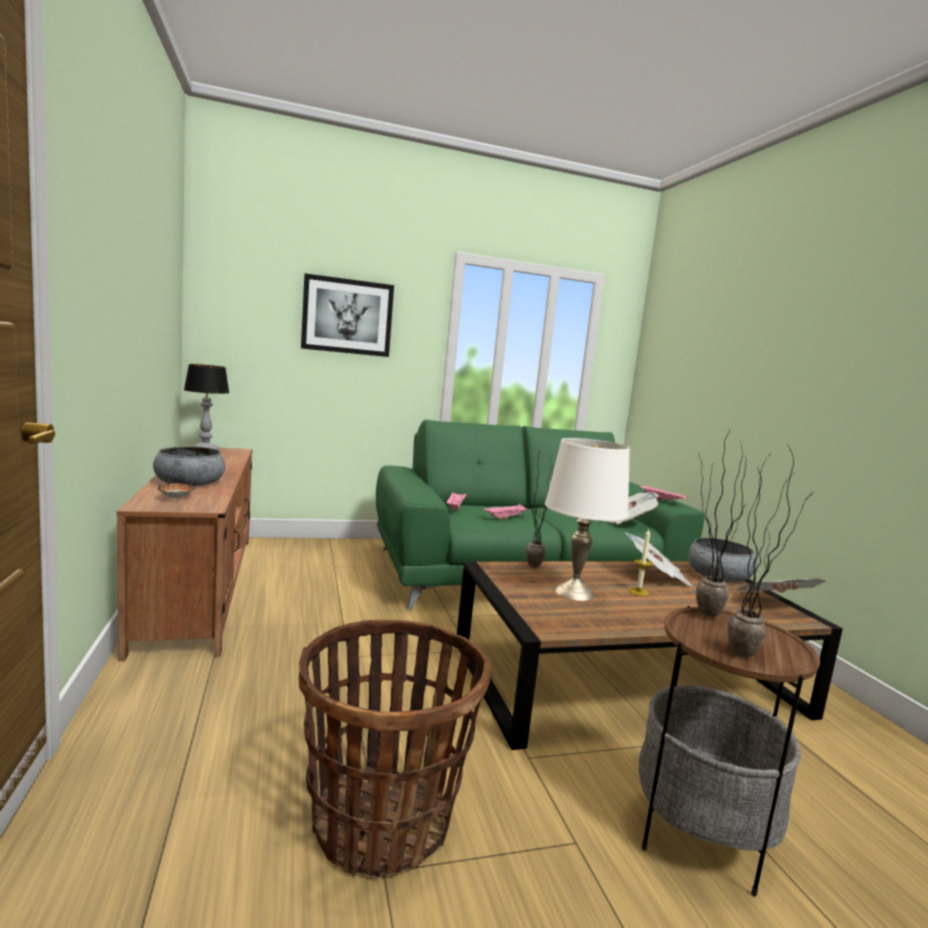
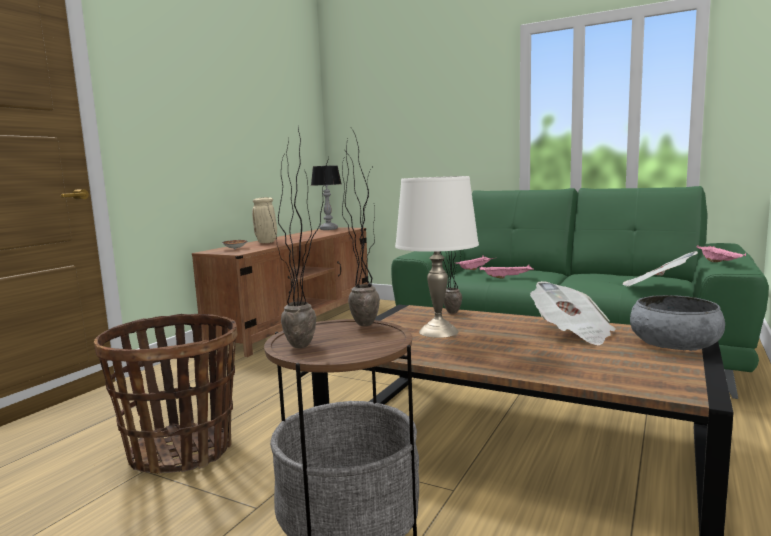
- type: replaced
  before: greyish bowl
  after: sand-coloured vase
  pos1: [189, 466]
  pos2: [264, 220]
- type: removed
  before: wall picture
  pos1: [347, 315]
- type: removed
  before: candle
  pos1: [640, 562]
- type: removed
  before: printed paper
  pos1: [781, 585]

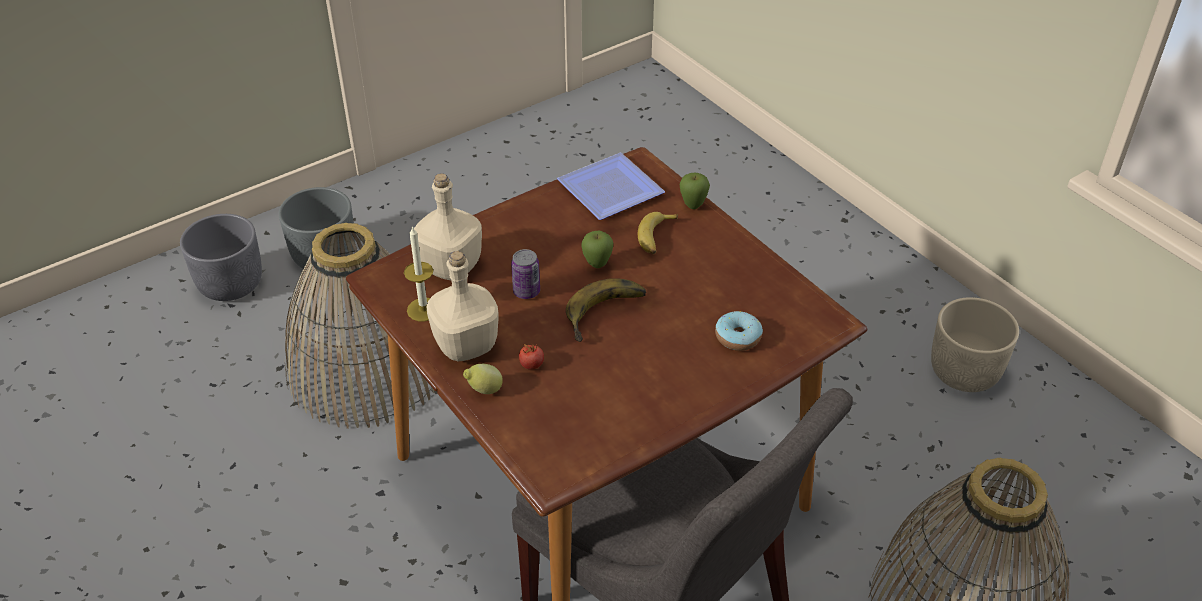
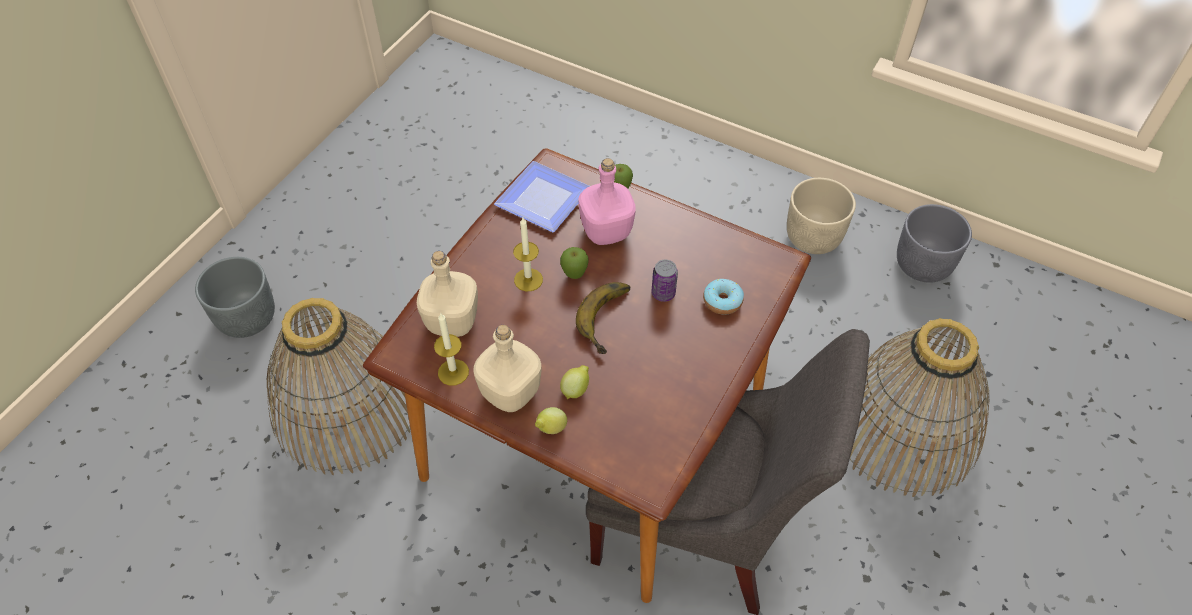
- type: added
  after: candle
  pos2: [528, 254]
- type: replaced
  before: whole tomato
  after: lemon
  pos1: [531, 357]
  pos2: [574, 382]
- type: replaced
  before: banana fruit
  after: pink-coloured bottle
  pos1: [658, 233]
  pos2: [607, 201]
- type: moved
  before: metal can
  pos1: [525, 274]
  pos2: [664, 281]
- type: moved
  before: greyish plant pot
  pos1: [221, 257]
  pos2: [934, 243]

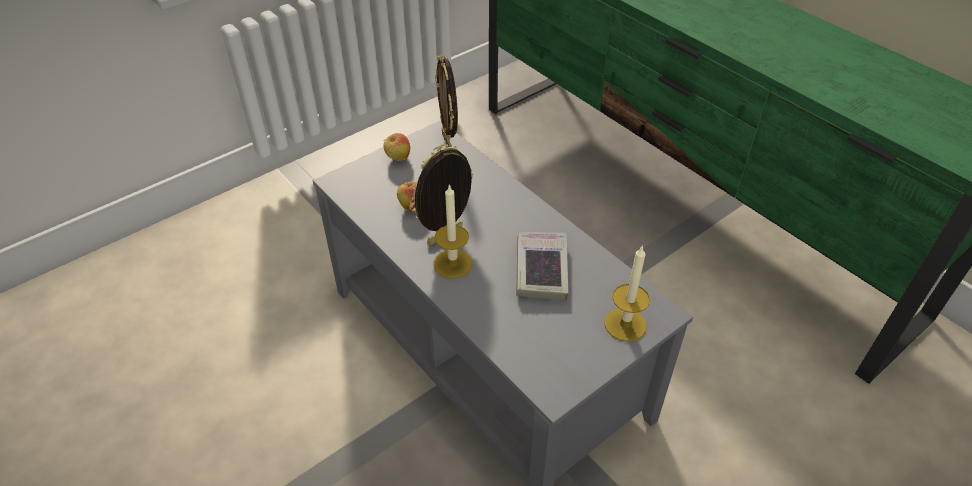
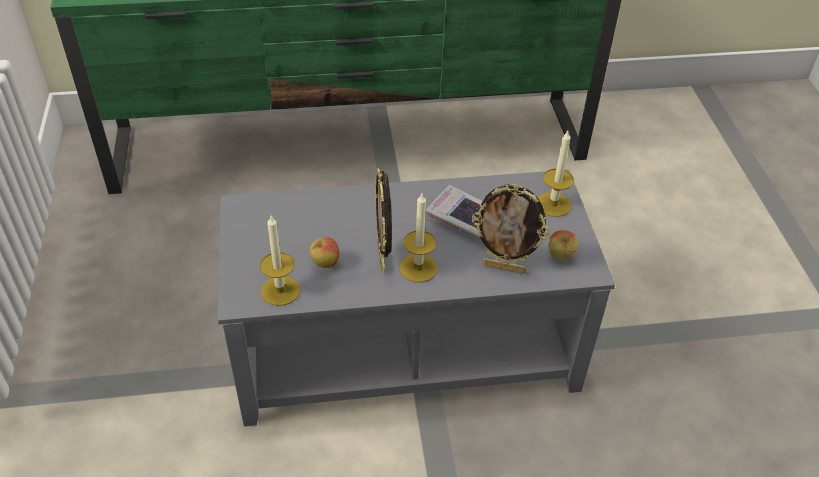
- type: added
  after: candle
  pos2: [280, 261]
- type: moved
  before: picture frame
  pos1: [446, 101]
  pos2: [511, 229]
- type: moved
  before: apple
  pos1: [396, 147]
  pos2: [563, 245]

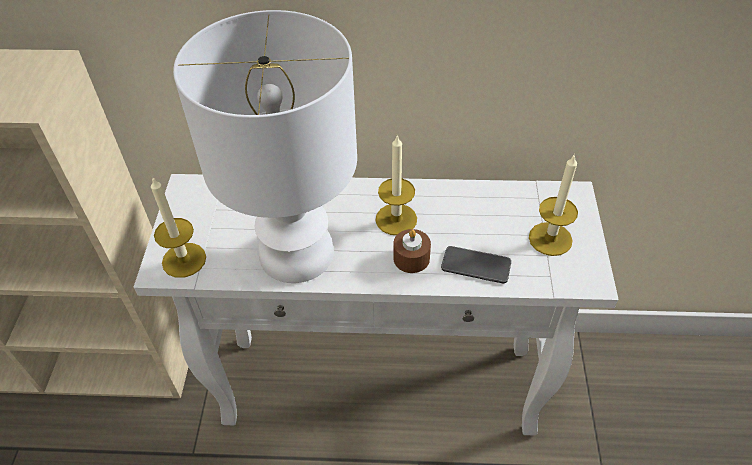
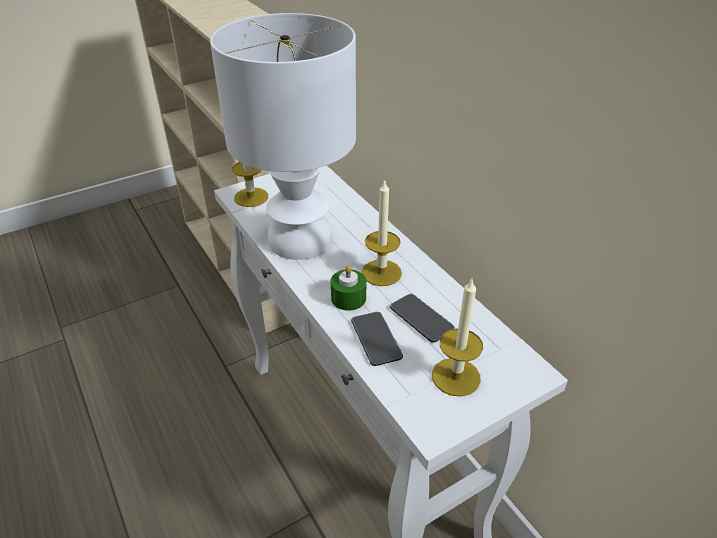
- type: recoloured
  before: brown-coloured candle
  after: greenish candle
  pos1: [412, 251]
  pos2: [348, 288]
- type: added
  after: handset
  pos2: [422, 318]

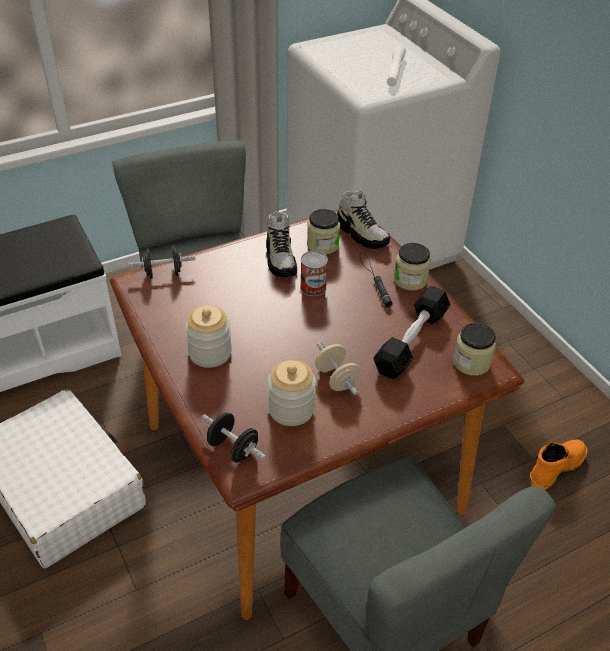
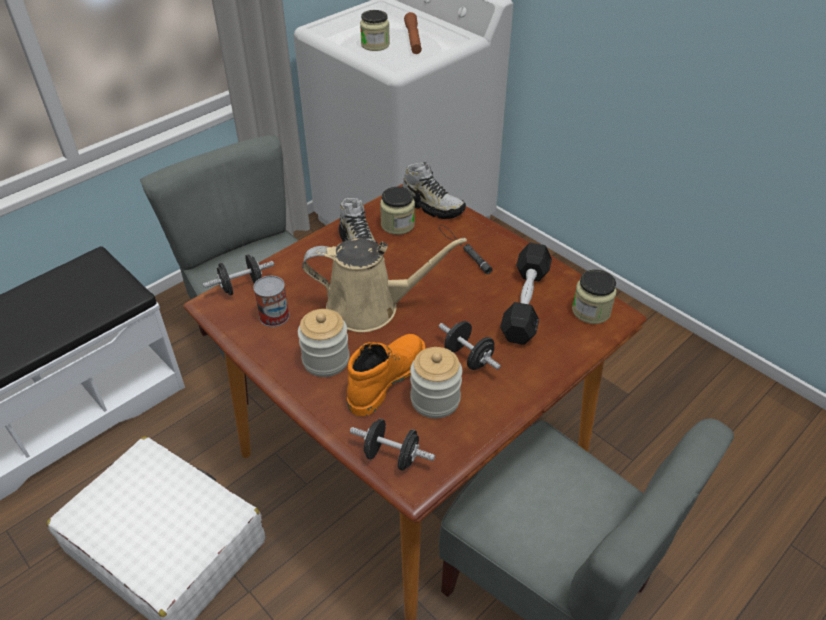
- type: moved
  before: metal can
  pos1: [314, 273]
  pos2: [271, 301]
- type: added
  after: sand-coloured sprinkling can
  pos2: [384, 285]
- type: moved
  before: orangey tall boot
  pos1: [558, 464]
  pos2: [386, 375]
- type: moved
  before: storage jar
  pos1: [412, 267]
  pos2: [375, 30]
- type: recoloured
  before: white-coloured torch
  after: brown-coloured torch
  pos1: [396, 66]
  pos2: [413, 33]
- type: recoloured
  before: sand-coloured dumbbell
  after: black dumbbell
  pos1: [338, 368]
  pos2: [470, 345]

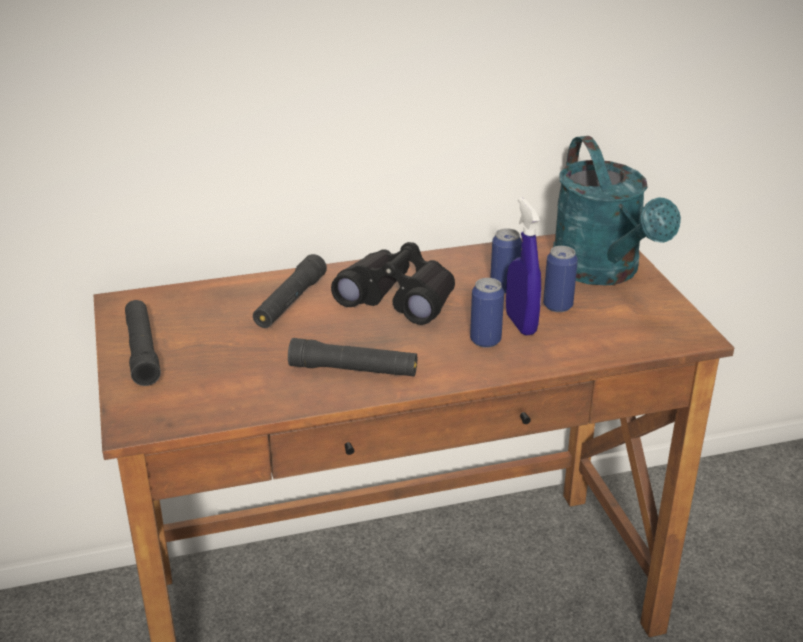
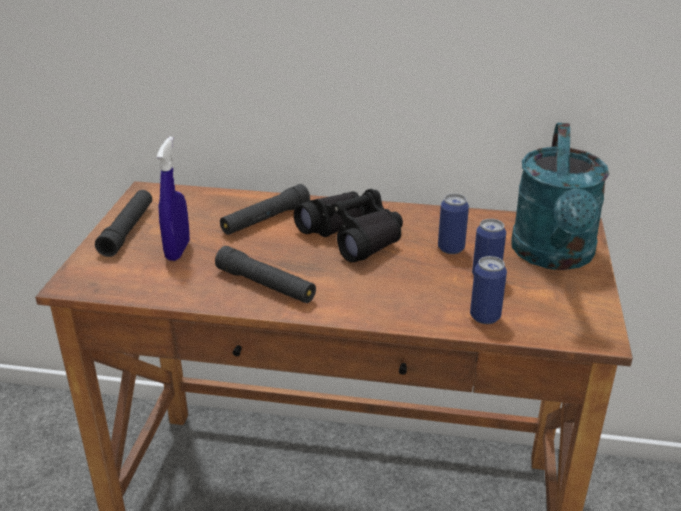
- type: moved
  before: bluish sprayer
  pos1: [523, 266]
  pos2: [173, 198]
- type: moved
  before: metal can
  pos1: [487, 313]
  pos2: [488, 290]

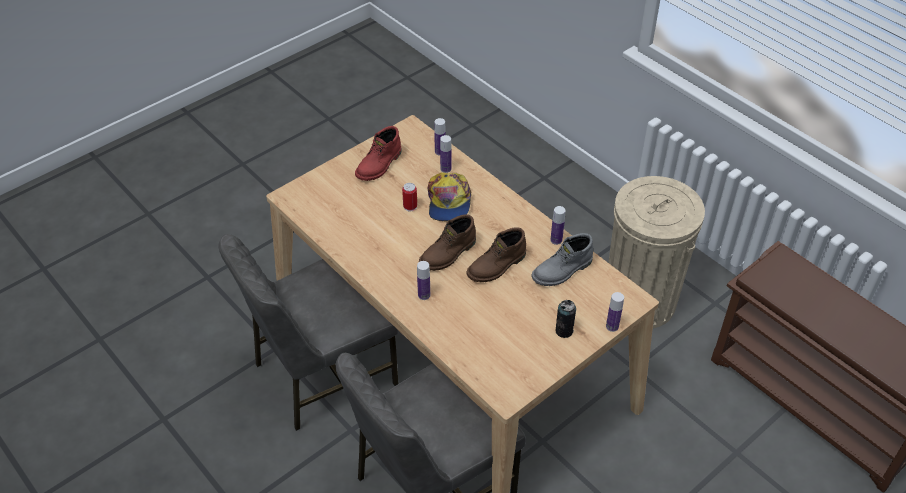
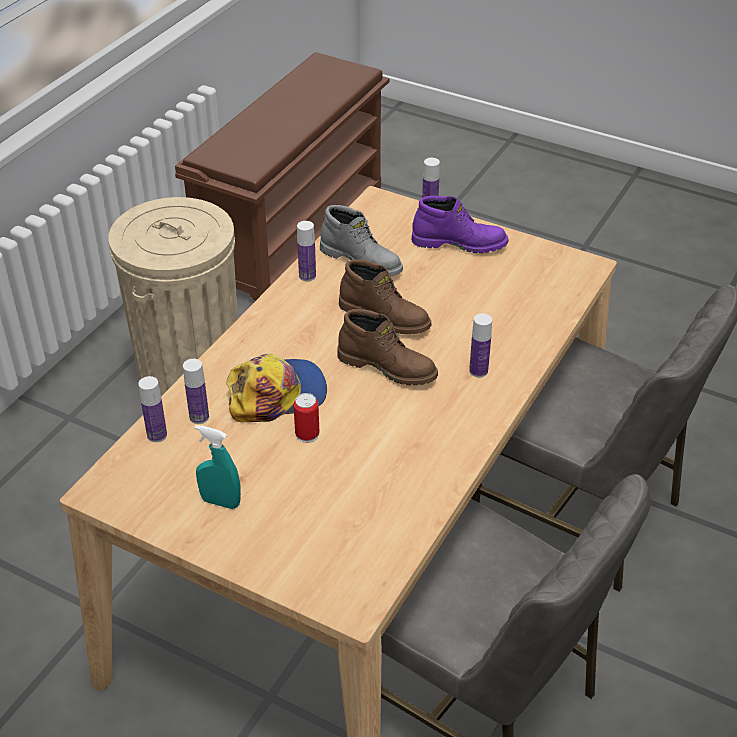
- type: replaced
  before: reddish tall boot
  after: turquoise-coloured sprayer
  pos1: [378, 153]
  pos2: [218, 467]
- type: replaced
  before: metal can
  after: purple tall boot
  pos1: [566, 319]
  pos2: [460, 224]

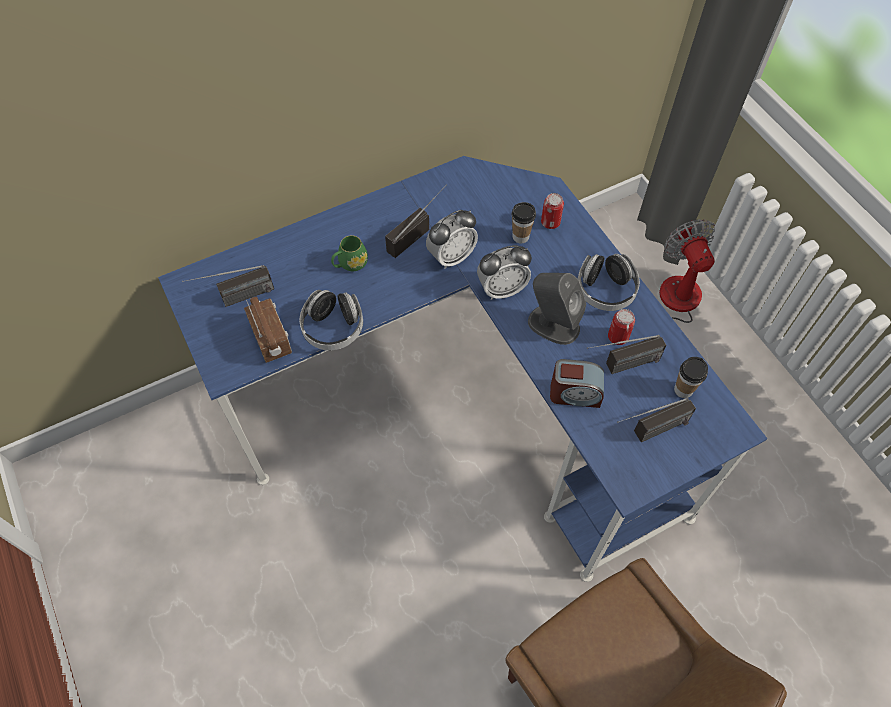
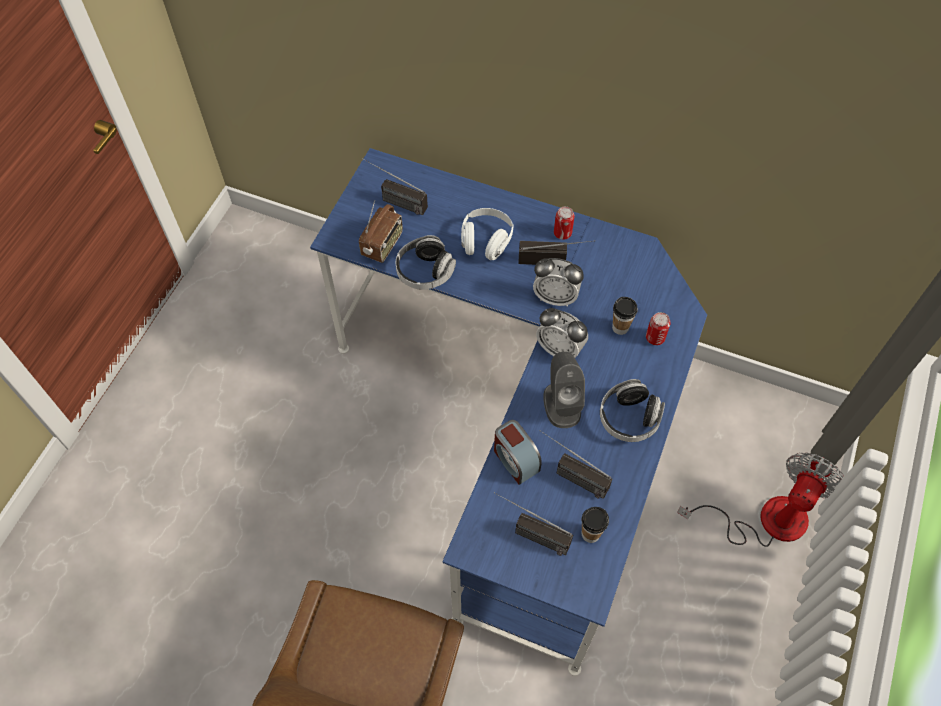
- type: replaced
  before: greenish tea mug
  after: white-coloured headset
  pos1: [349, 253]
  pos2: [487, 234]
- type: moved
  before: metal can
  pos1: [621, 327]
  pos2: [564, 223]

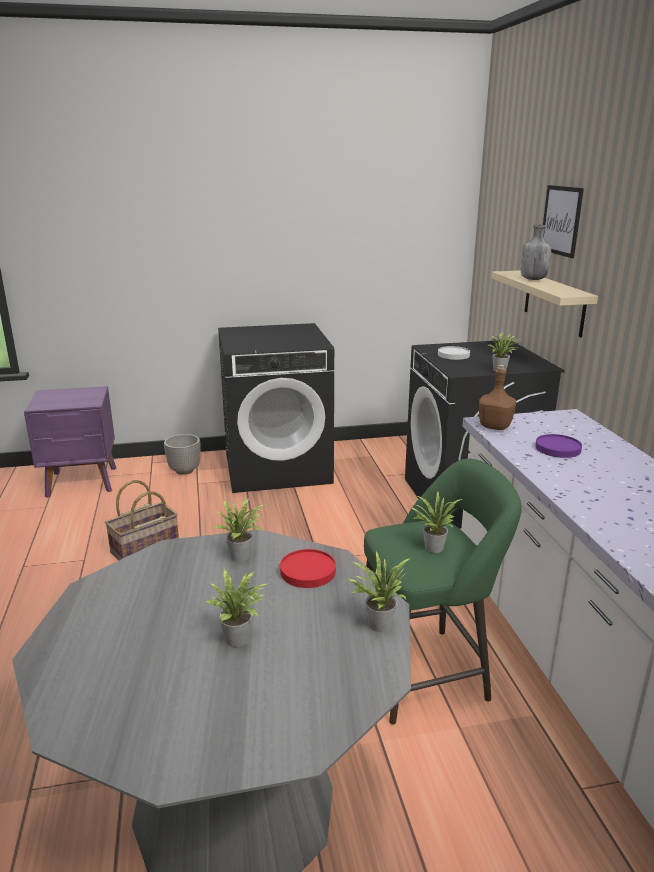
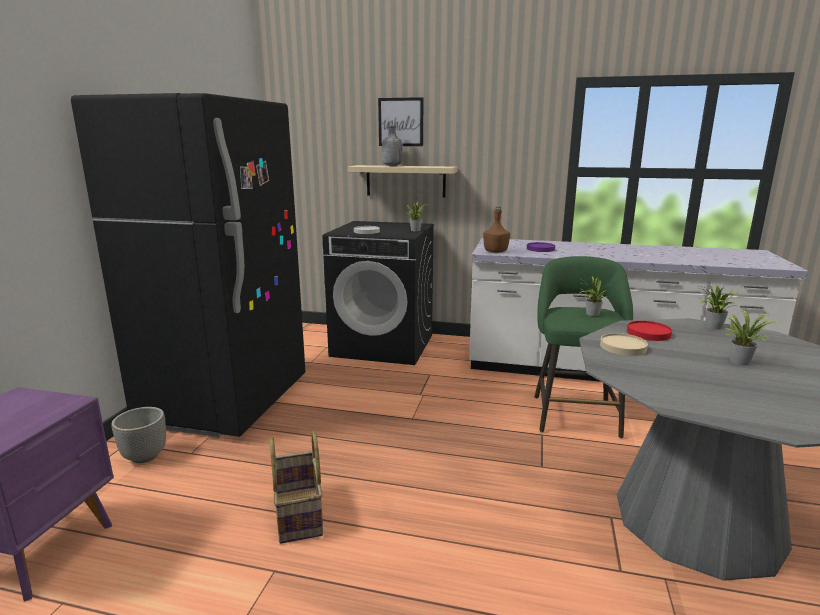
- type: replaced
  before: black laundry appliance
  after: black fridge
  pos1: [276, 408]
  pos2: [188, 265]
- type: replaced
  before: plant in a pot
  after: sand-coloured dinner plate
  pos1: [240, 530]
  pos2: [624, 344]

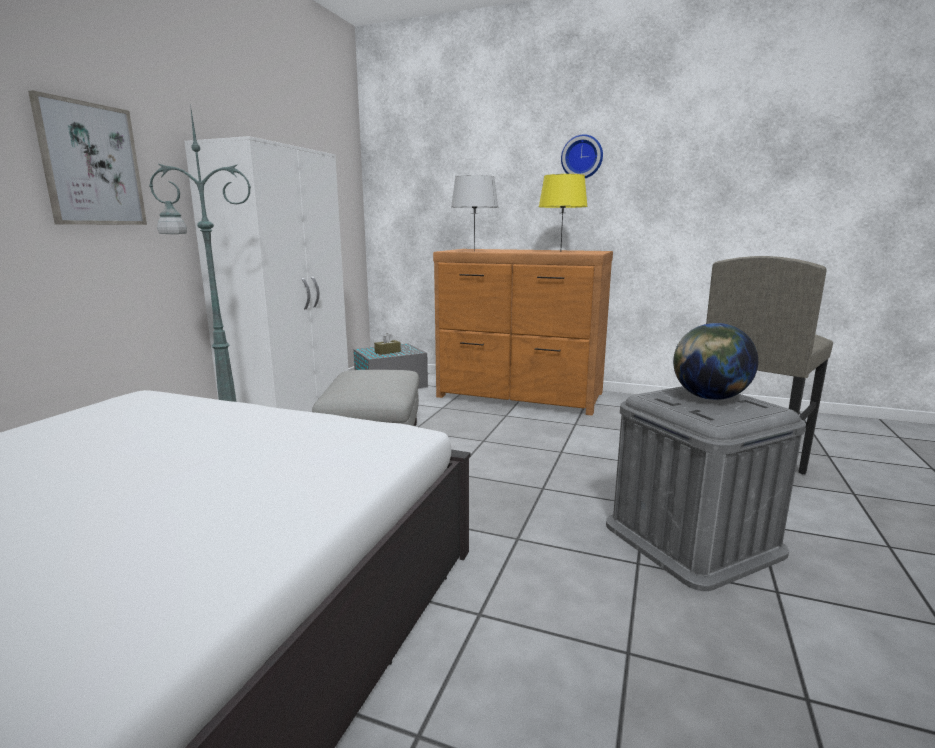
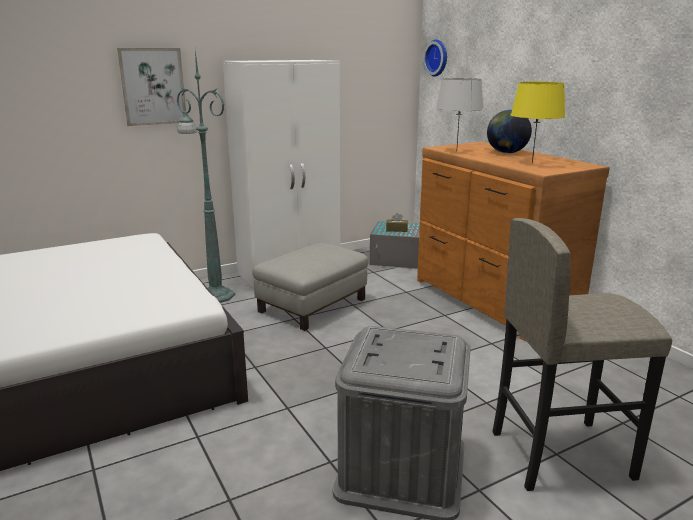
- type: moved
  before: clock on the wall
  pos1: [582, 156]
  pos2: [435, 58]
- type: moved
  before: world globe
  pos1: [715, 361]
  pos2: [509, 131]

